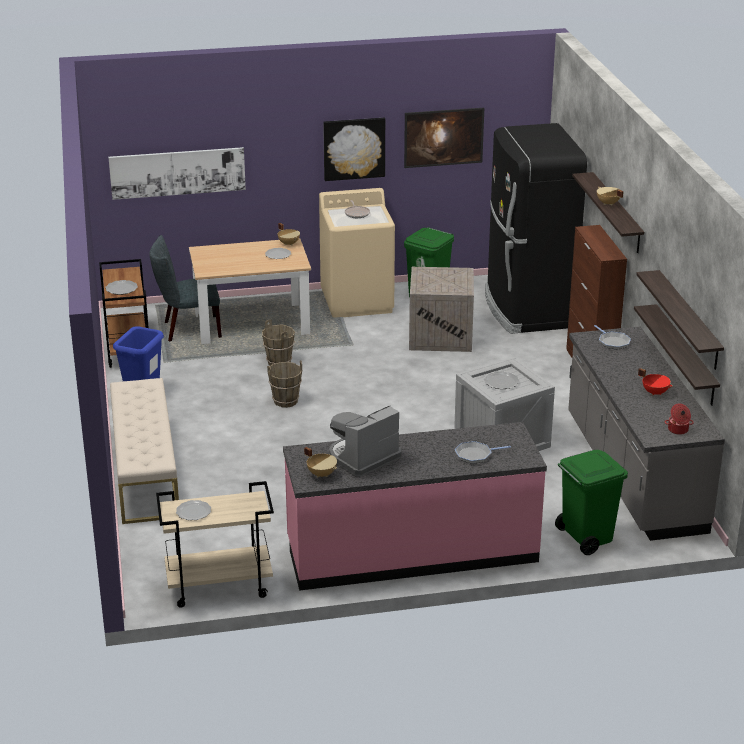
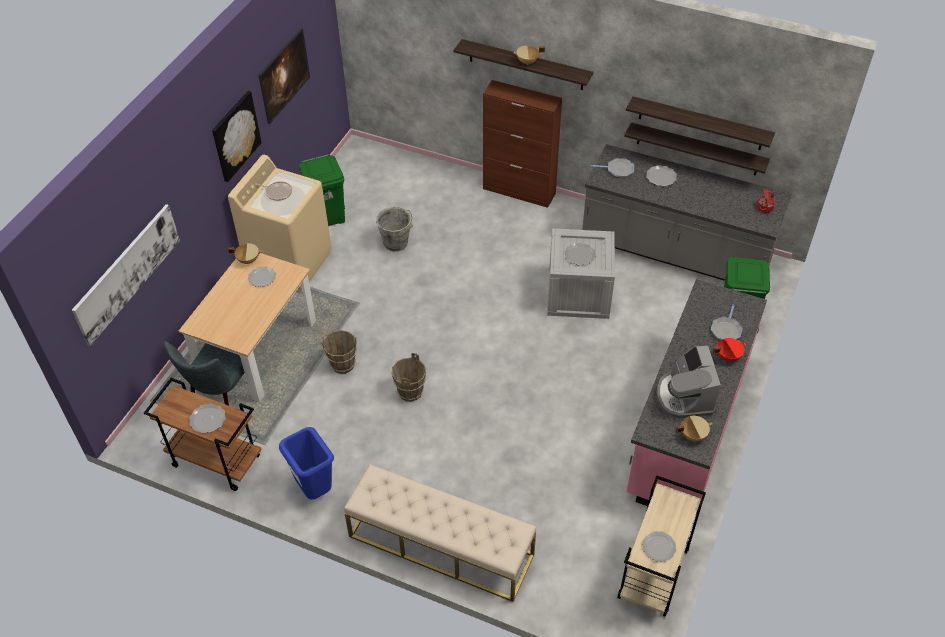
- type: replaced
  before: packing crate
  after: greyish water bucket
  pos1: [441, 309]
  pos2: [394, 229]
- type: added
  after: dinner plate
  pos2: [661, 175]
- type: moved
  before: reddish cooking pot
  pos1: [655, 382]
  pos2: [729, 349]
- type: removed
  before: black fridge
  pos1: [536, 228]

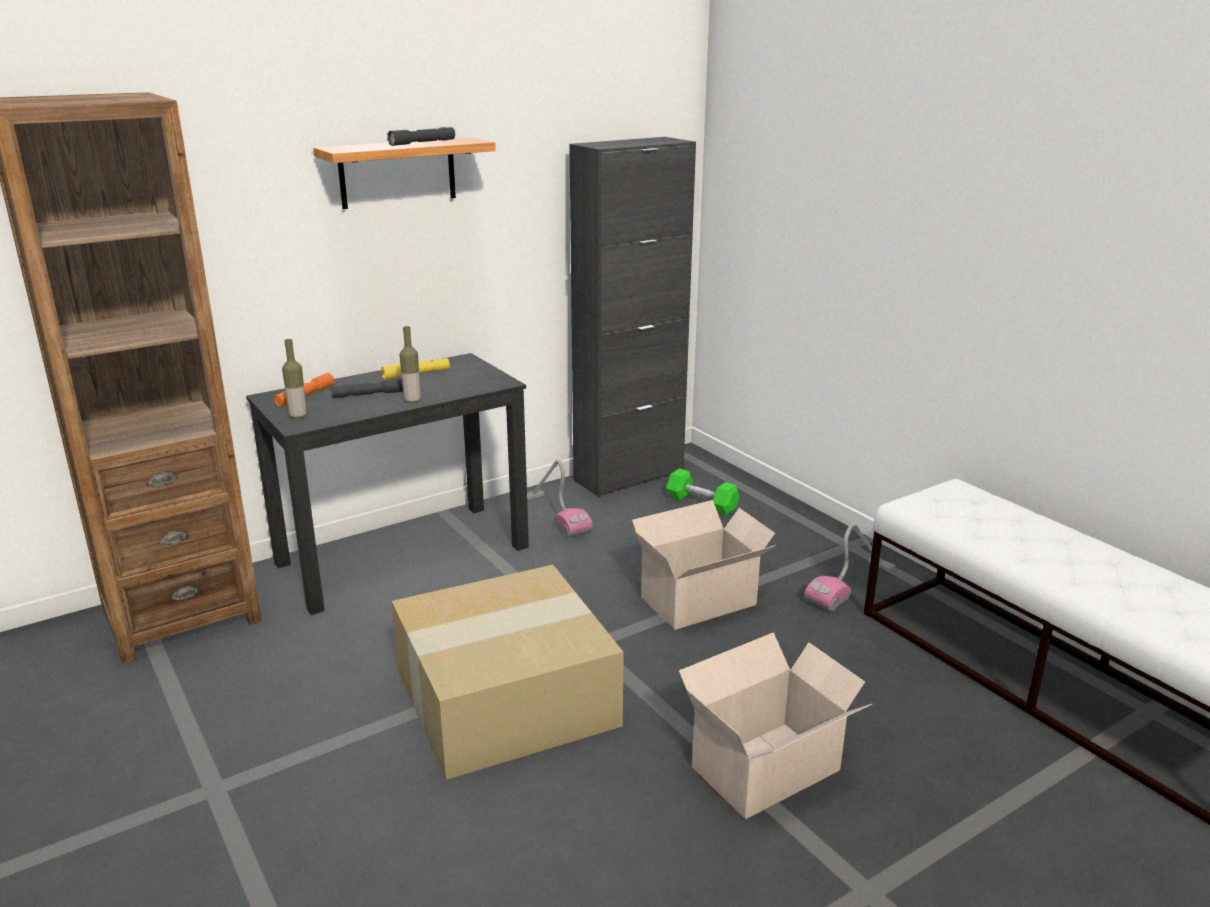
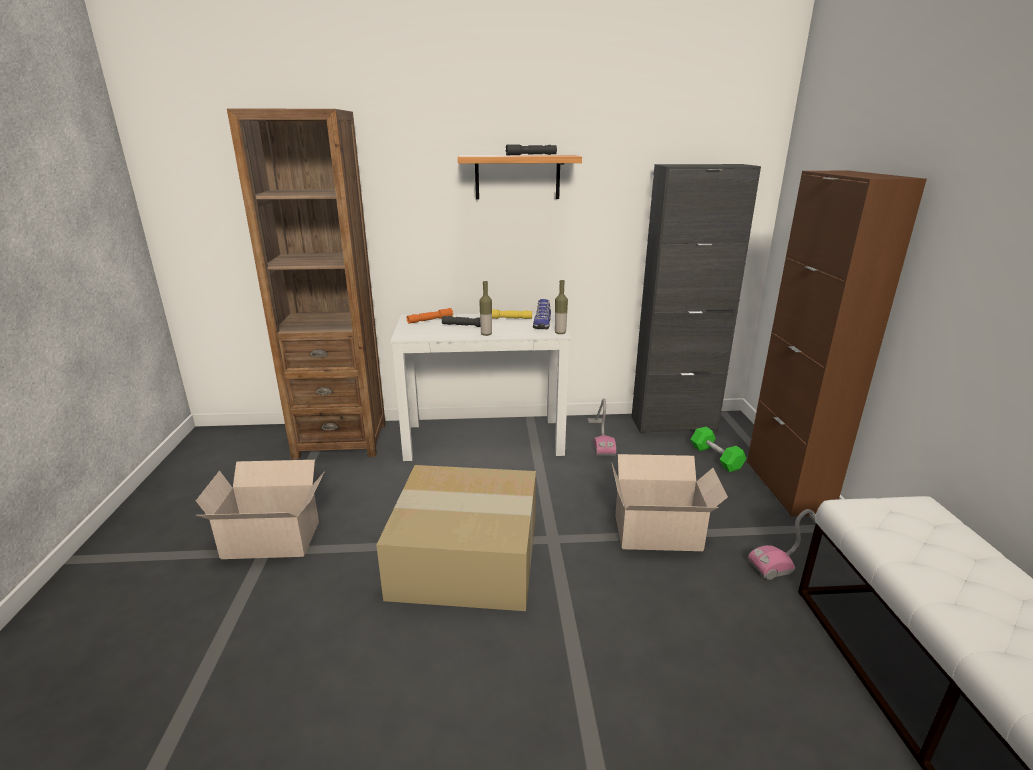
- type: moved
  before: carton
  pos1: [775, 725]
  pos2: [260, 509]
- type: recoloured
  before: black desk table
  after: white-coloured desk table
  pos1: [387, 484]
  pos2: [480, 386]
- type: added
  after: shoe
  pos2: [542, 314]
- type: moved
  before: bottle
  pos1: [294, 379]
  pos2: [561, 307]
- type: added
  after: brown-coloured cupboard
  pos2: [837, 343]

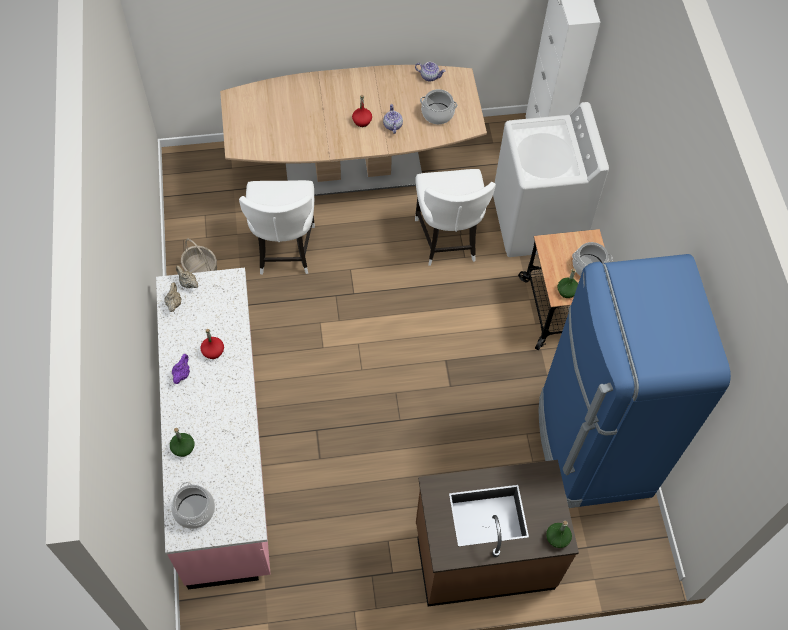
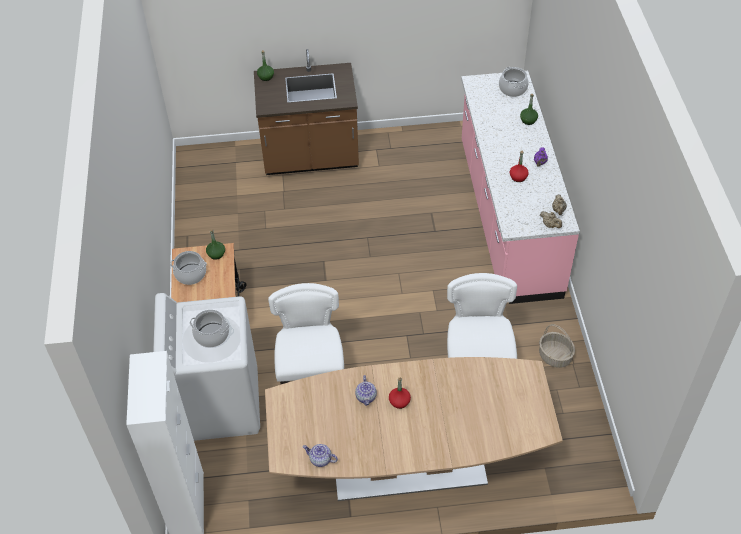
- type: moved
  before: cooking pot
  pos1: [438, 107]
  pos2: [209, 328]
- type: removed
  before: bluish fridge
  pos1: [635, 381]

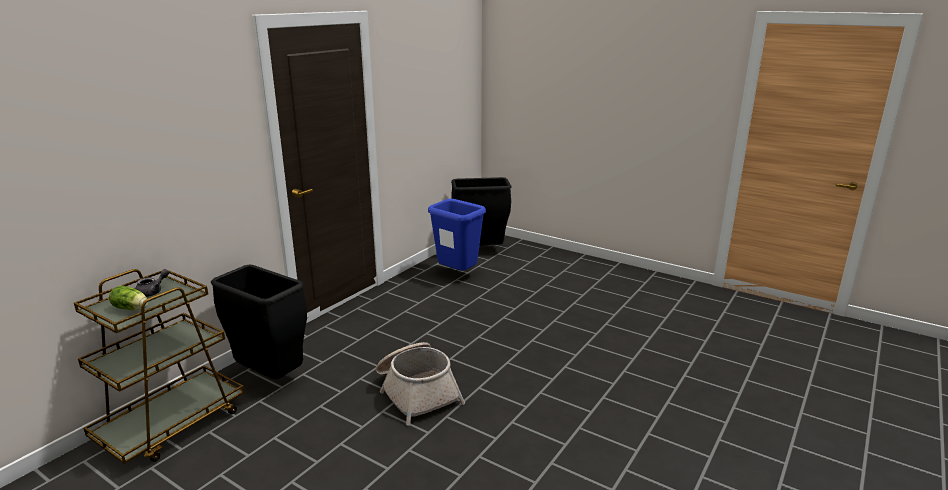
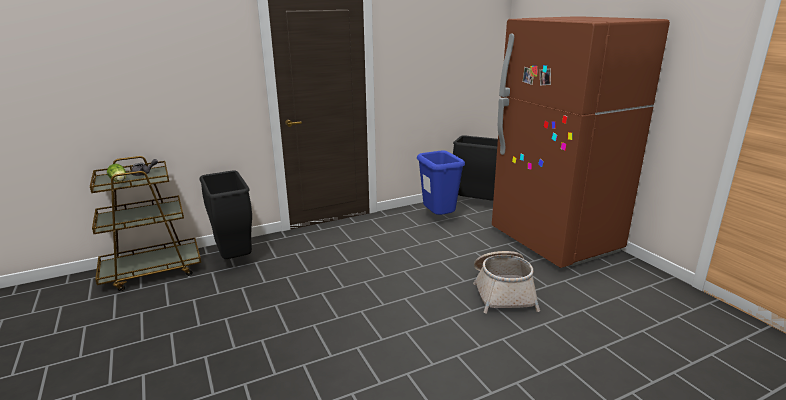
- type: moved
  before: storage basket
  pos1: [420, 384]
  pos2: [506, 282]
- type: added
  after: brown-coloured fridge
  pos2: [581, 142]

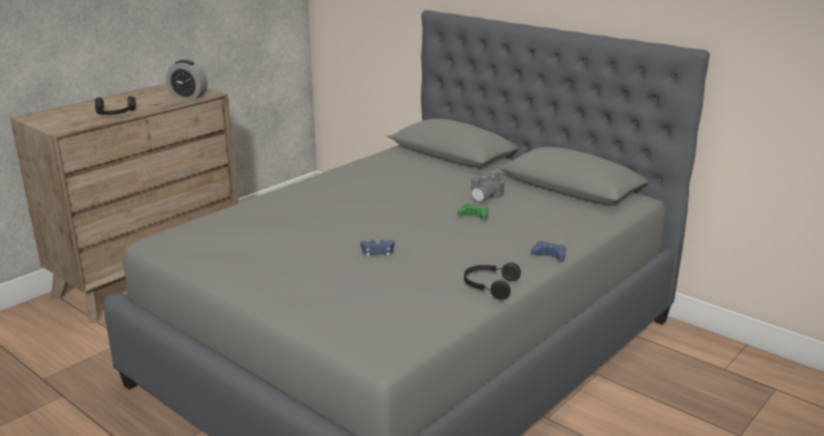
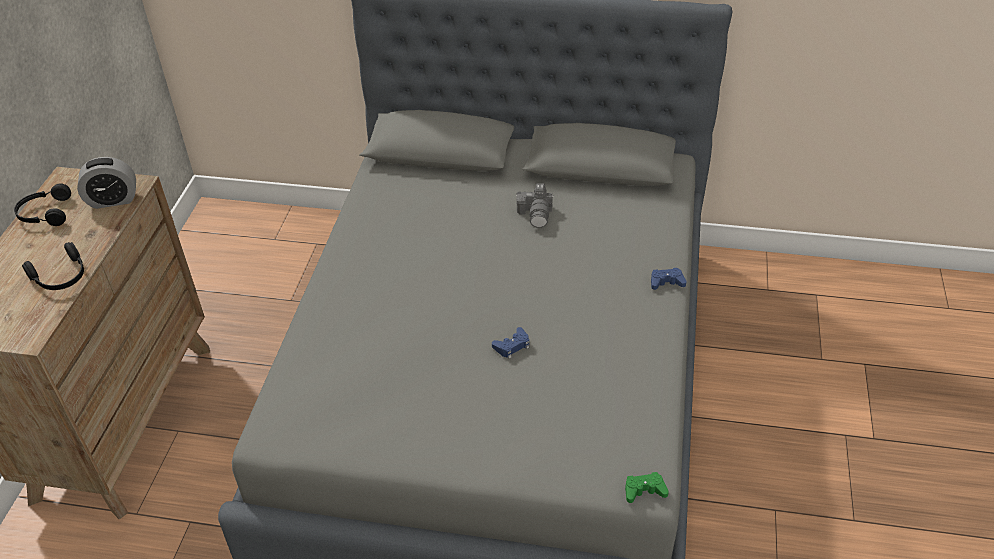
- type: moved
  before: black headset
  pos1: [492, 281]
  pos2: [42, 204]
- type: moved
  before: greenish gamepad
  pos1: [472, 211]
  pos2: [647, 487]

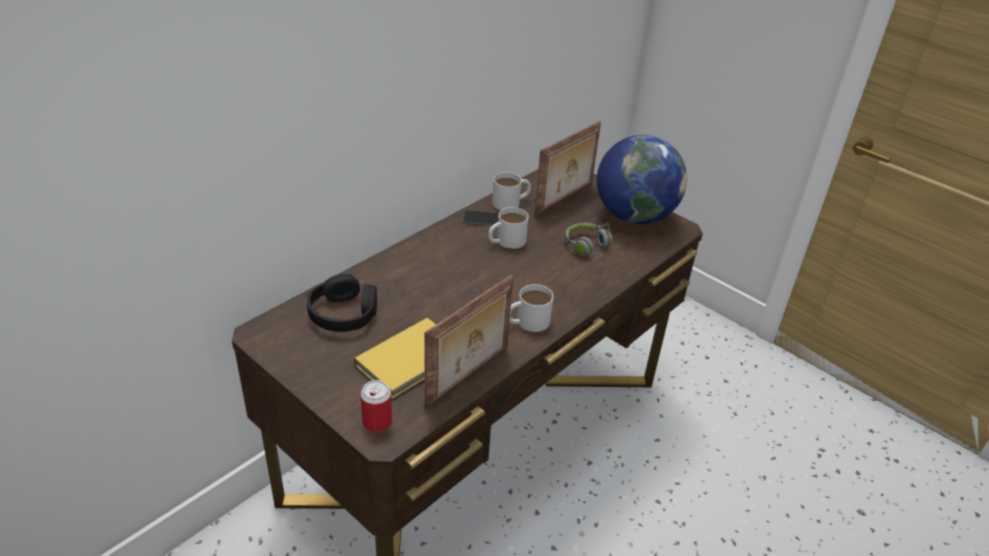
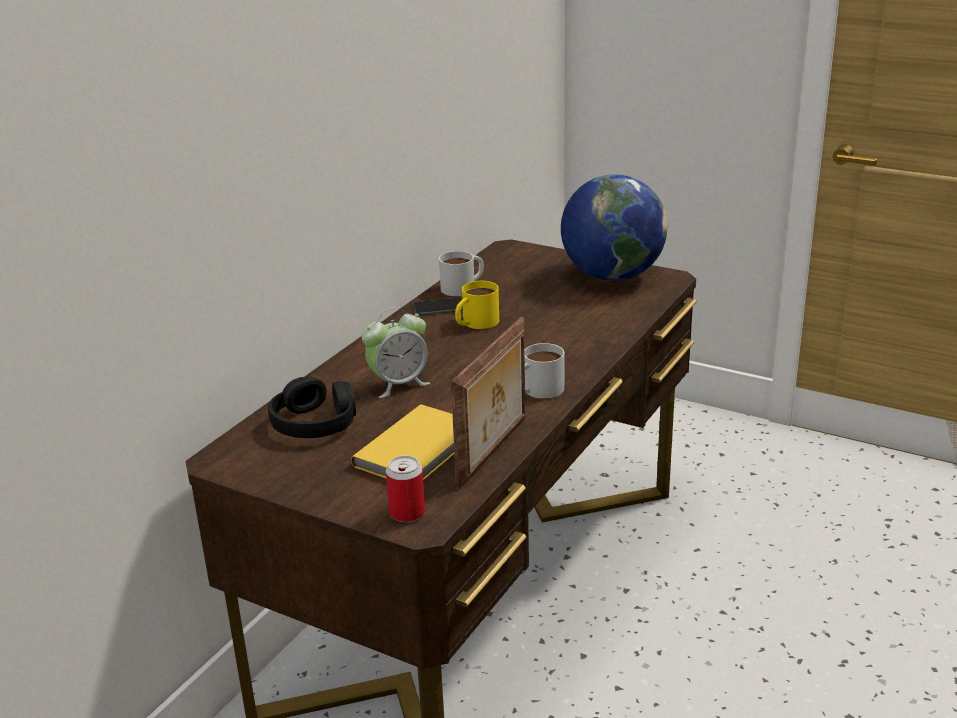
- type: added
  after: bedside clock
  pos2: [395, 352]
- type: recoloured
  before: white-coloured tea mug
  after: yellowish tea mug
  pos1: [508, 228]
  pos2: [477, 305]
- type: removed
  before: picture frame
  pos1: [567, 169]
- type: removed
  before: greyish headset
  pos1: [589, 245]

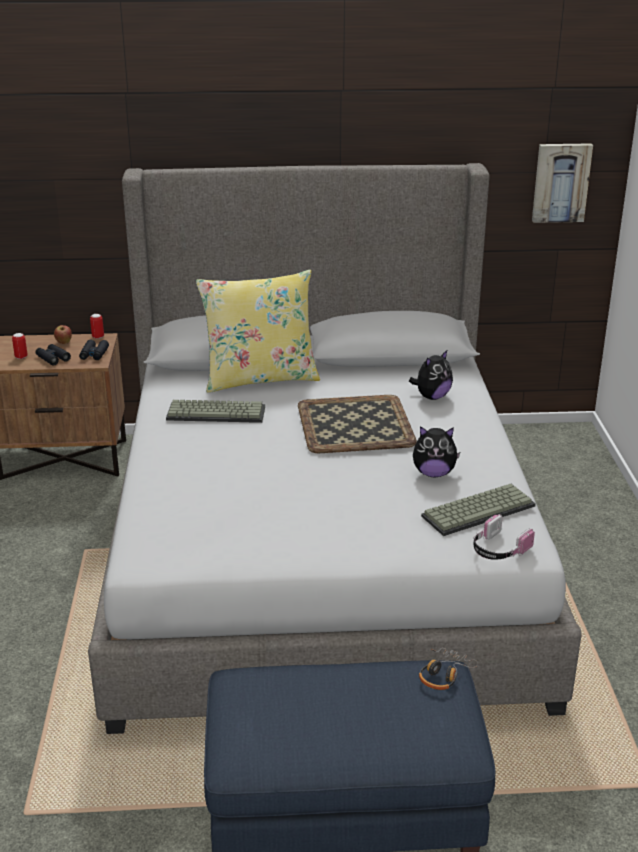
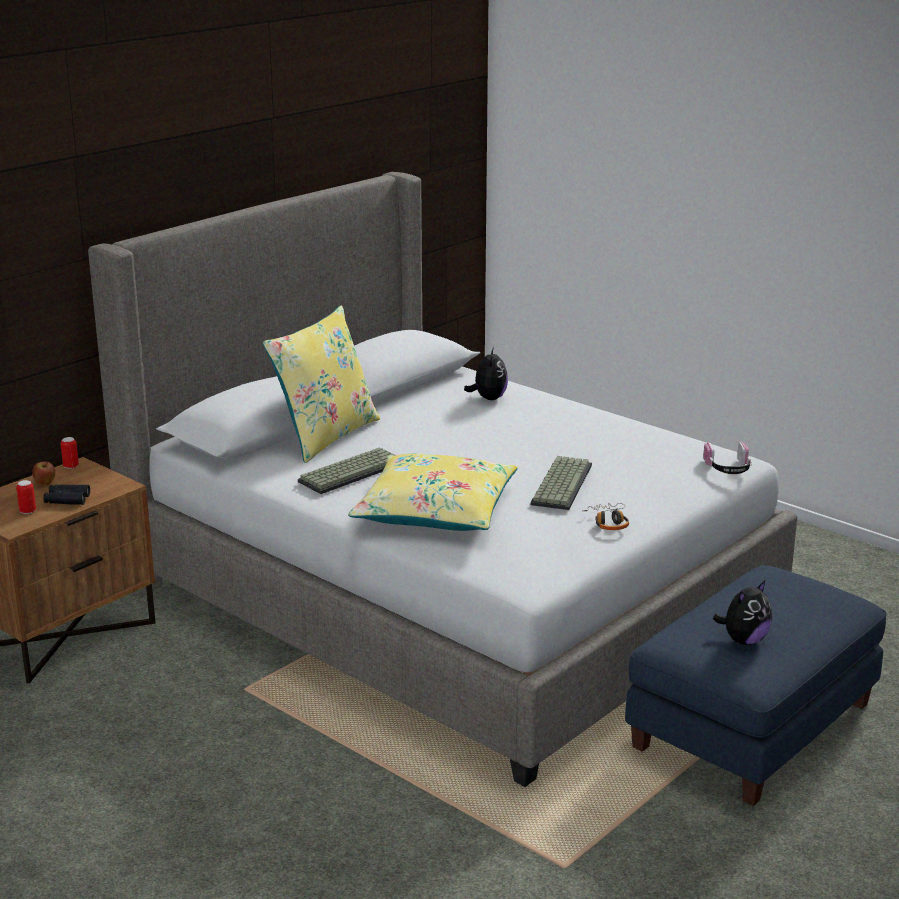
- type: added
  after: yellowish cushion
  pos2: [432, 492]
- type: moved
  before: PC keyboard
  pos1: [478, 510]
  pos2: [561, 483]
- type: moved
  before: headset
  pos1: [448, 669]
  pos2: [606, 516]
- type: moved
  before: plush toy
  pos1: [436, 451]
  pos2: [742, 613]
- type: removed
  before: black field glasses
  pos1: [94, 349]
- type: removed
  before: serving tray
  pos1: [357, 424]
- type: removed
  before: wall picture
  pos1: [562, 183]

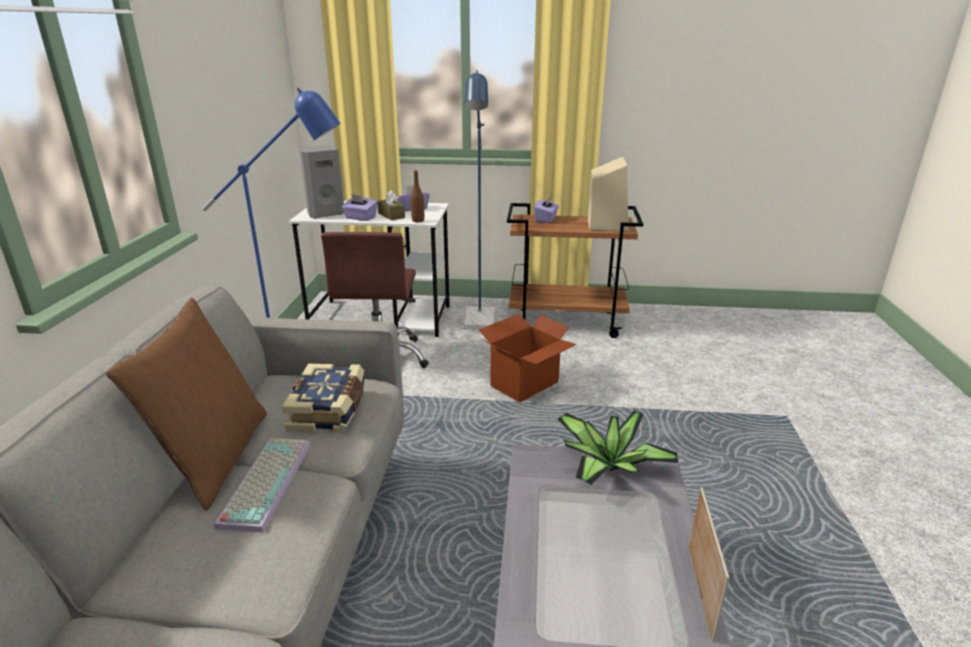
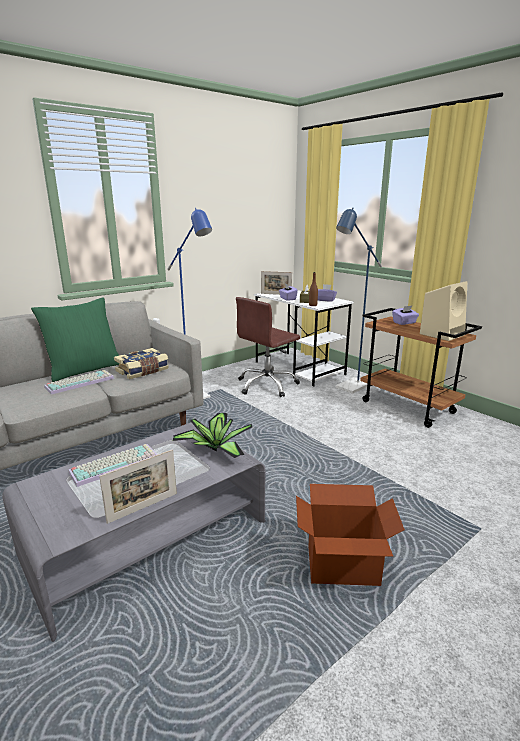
- type: recoloured
  before: brown-coloured cushion
  after: greenish cushion
  pos1: [186, 404]
  pos2: [75, 339]
- type: added
  after: PC keyboard
  pos2: [113, 465]
- type: replaced
  before: greyish audio speaker
  after: picture frame
  pos1: [321, 182]
  pos2: [276, 283]
- type: moved
  before: carton
  pos1: [528, 358]
  pos2: [350, 535]

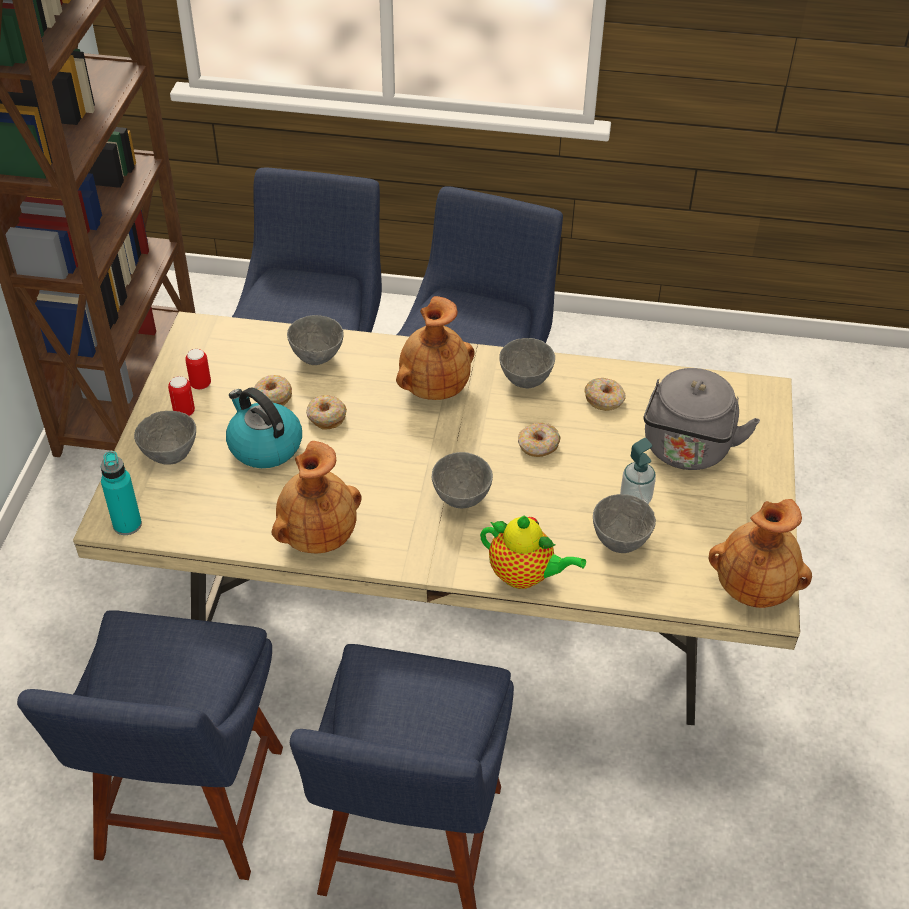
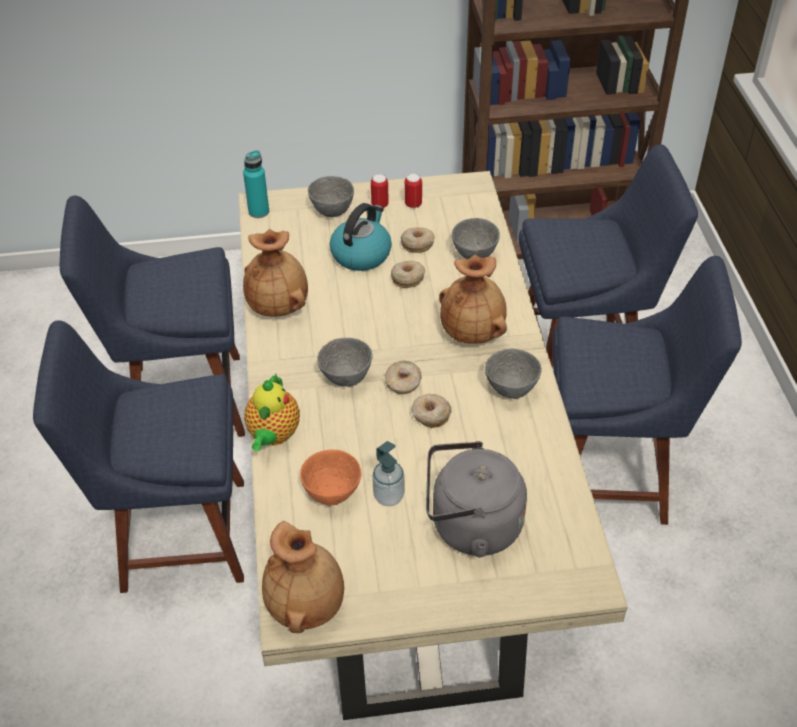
- type: recoloured
  before: greyish bowl
  after: orangey bowl
  pos1: [624, 523]
  pos2: [330, 477]
- type: moved
  before: doughnut
  pos1: [605, 394]
  pos2: [403, 377]

